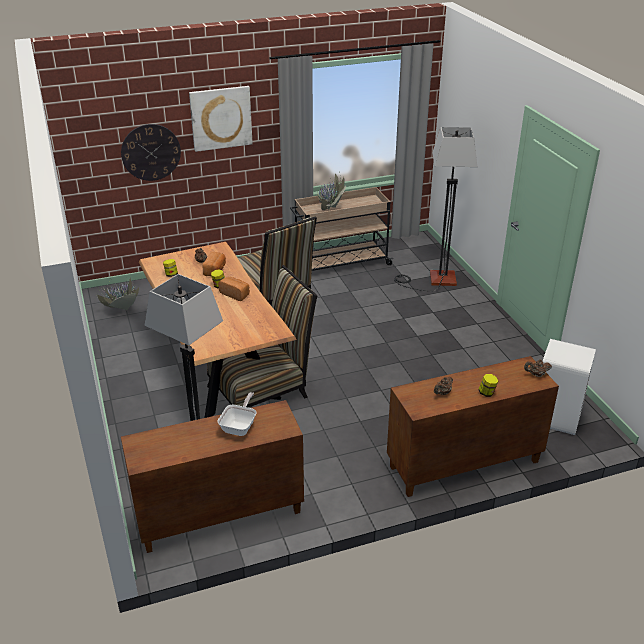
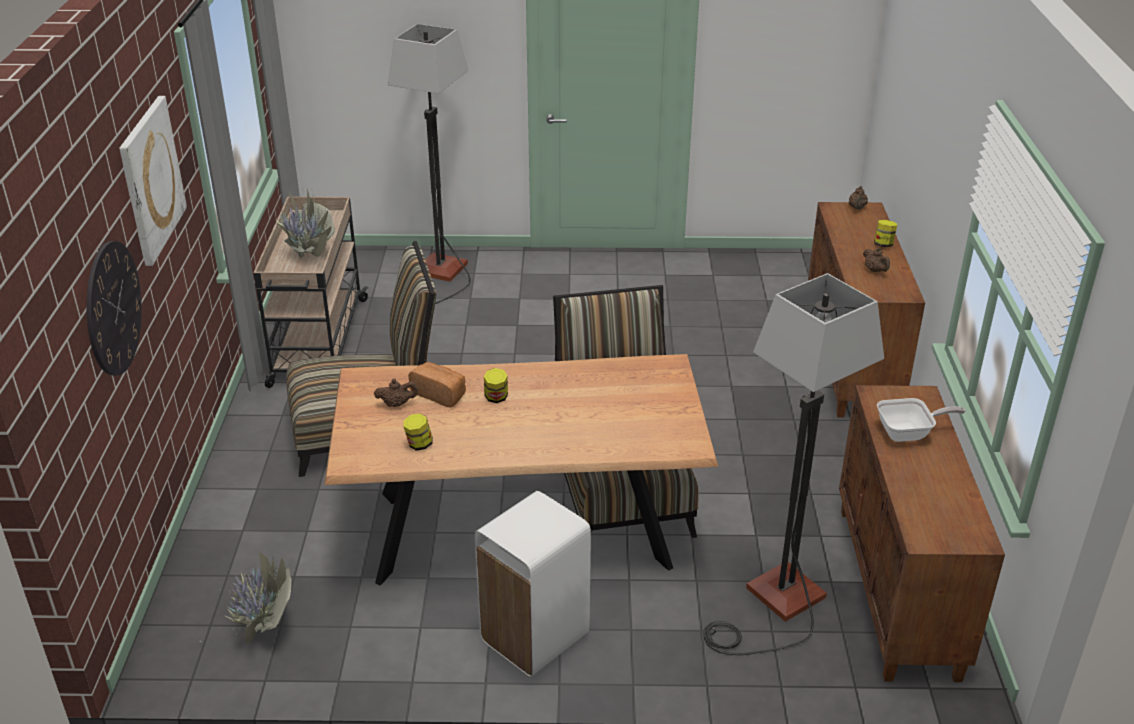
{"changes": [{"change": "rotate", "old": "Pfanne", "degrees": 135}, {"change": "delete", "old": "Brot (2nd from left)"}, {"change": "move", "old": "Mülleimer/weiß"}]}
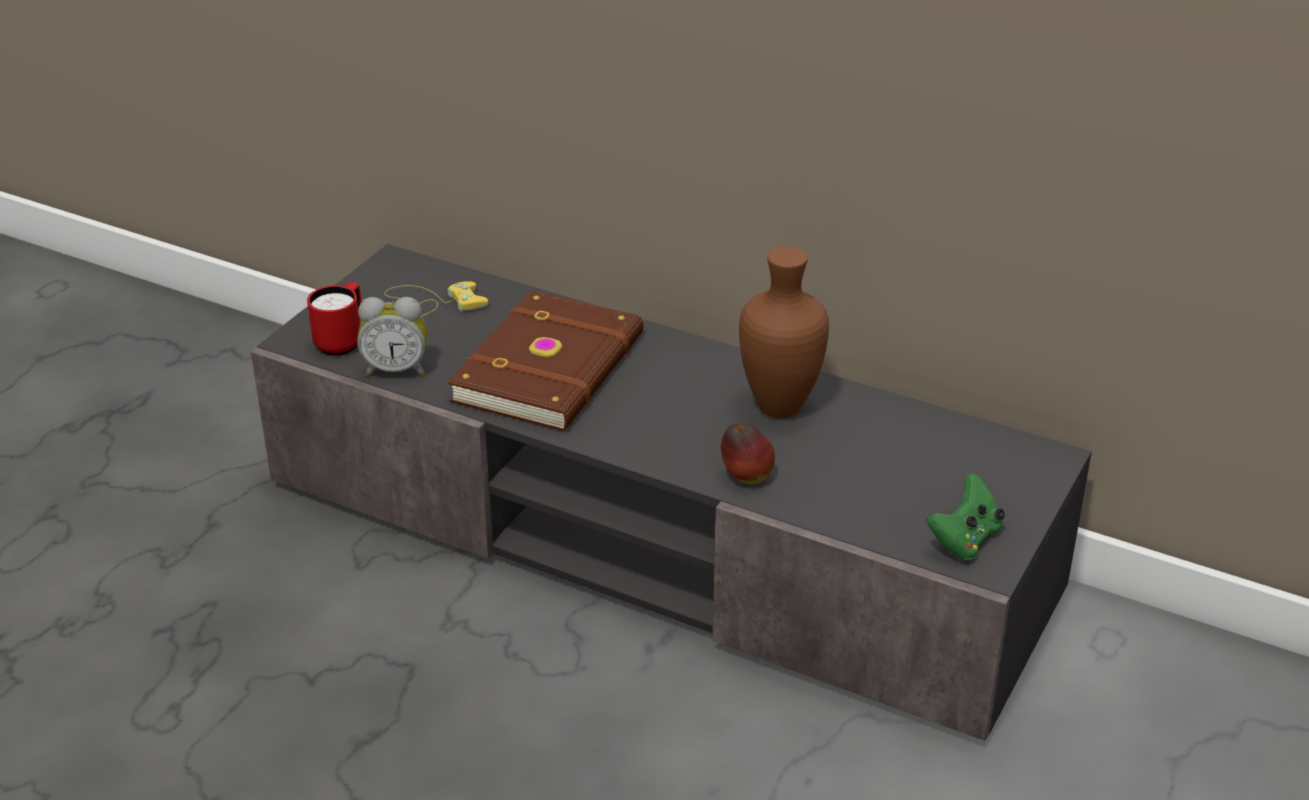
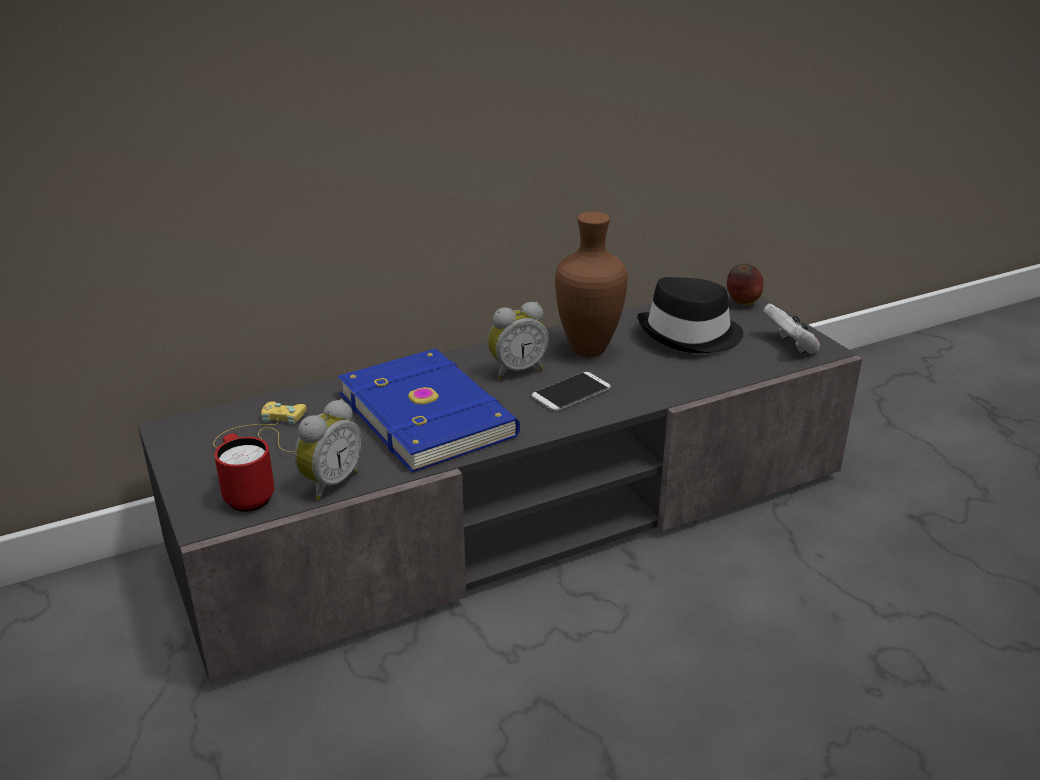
{"changes": [{"change": "recolor", "old": "Buch/braun", "new": "Buch/blau"}, {"change": "move", "old": "Apfel"}, {"change": "recolor", "old": "Gamepad/grün", "new": "Gamepad/weiß"}, {"change": "insert", "new": "Wecker (2nd from left)"}, {"change": "insert", "new": "Handy"}, {"change": "insert", "new": "Hut/schwarz"}]}
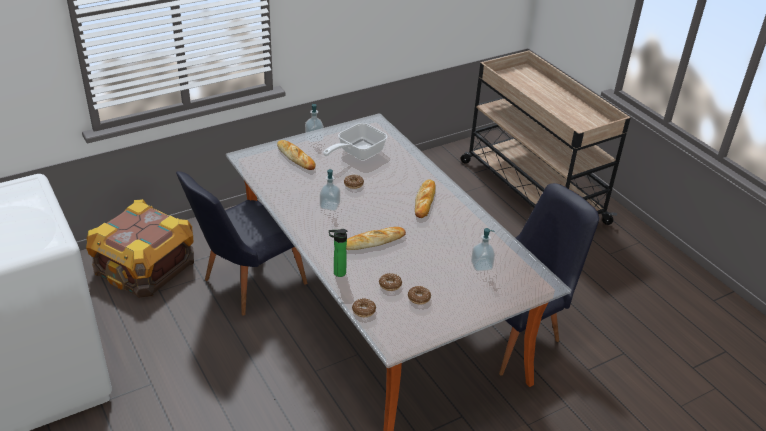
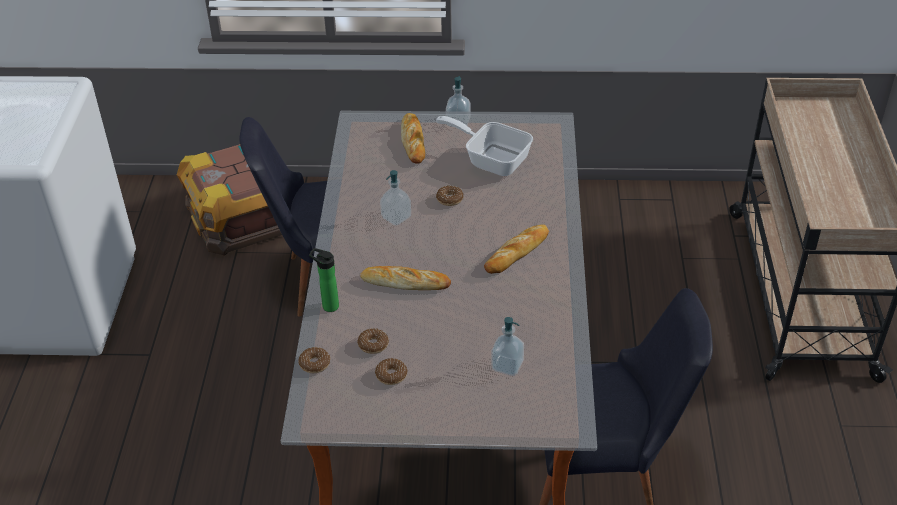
{"changes": [{"change": "rotate", "old": "Pfanne", "degrees": 45}]}
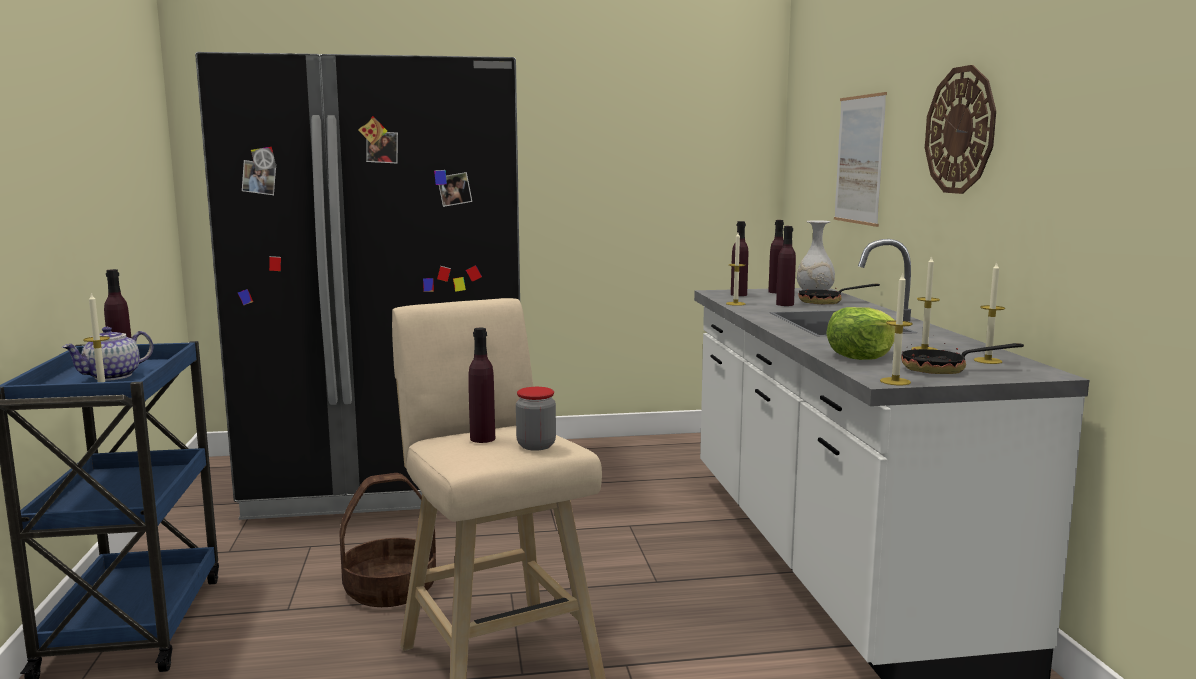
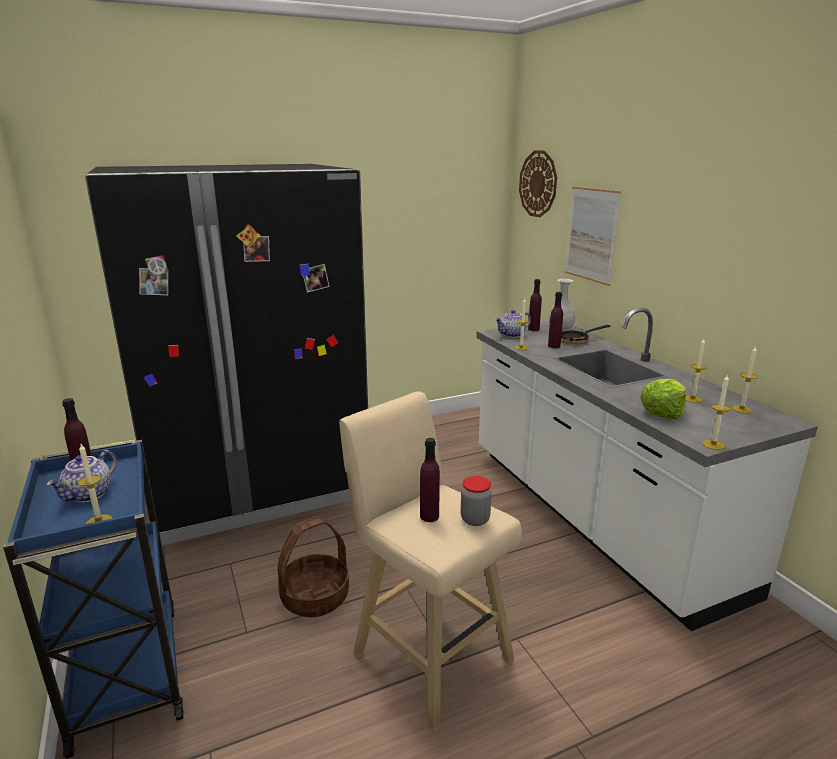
{"changes": [{"change": "replace", "old": "Flasche/lila (3rd from left)", "new": "Teekanne (2nd from left)"}, {"change": "delete", "old": "Pfanne (2nd from left)"}, {"change": "move", "old": "Wanduhr"}]}
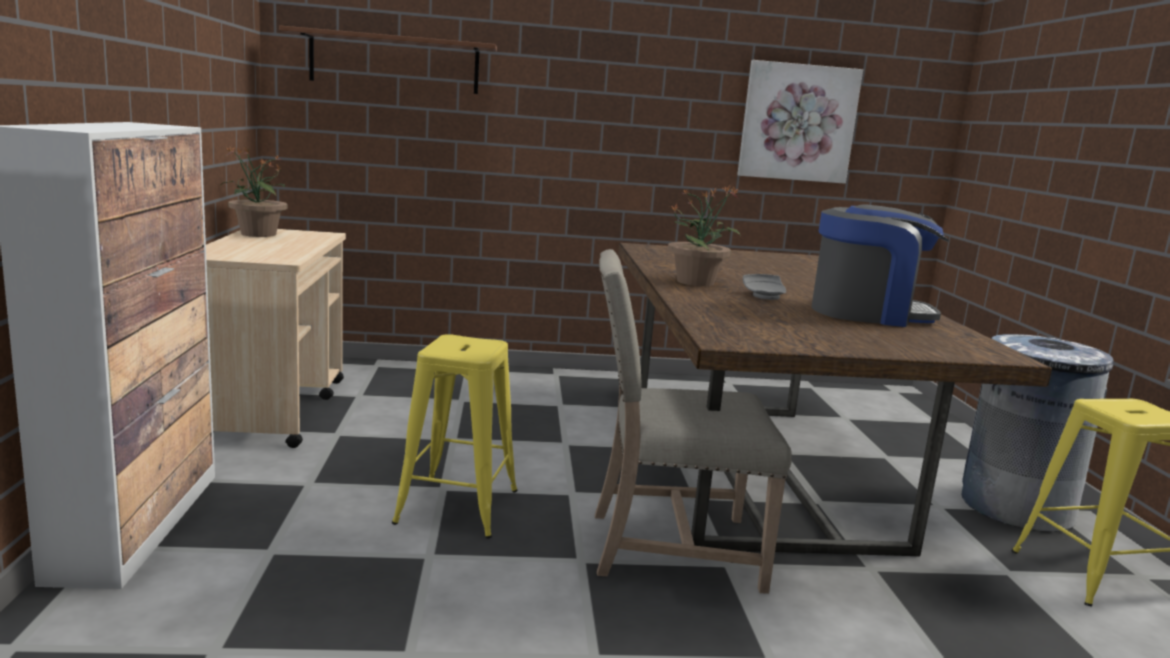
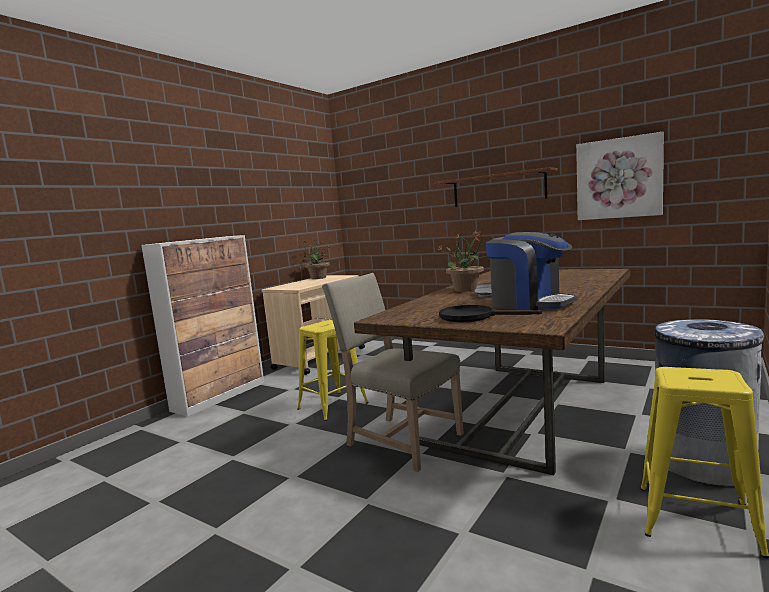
{"changes": [{"change": "move", "old": "Wandregal/braun"}, {"change": "insert", "new": "Pfanne/schwarz"}]}
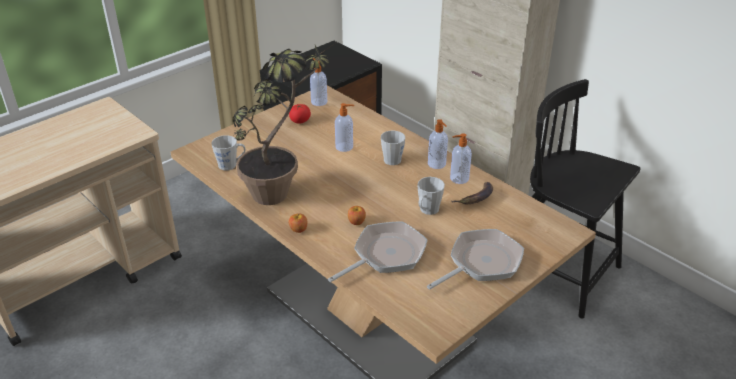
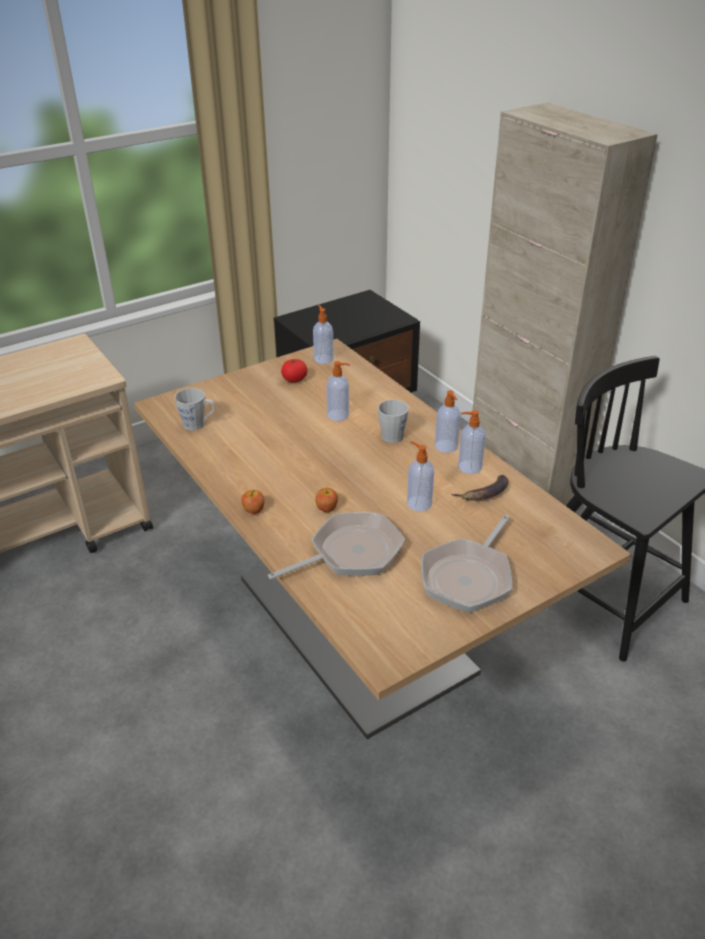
{"changes": [{"change": "delete", "old": "Topfpflanze"}, {"change": "replace", "old": "Henkelbecher/grau (3rd from left)", "new": "Seifenspender (3rd from left)"}, {"change": "rotate", "old": "Pfanne (2nd from left)", "degrees": 150}]}
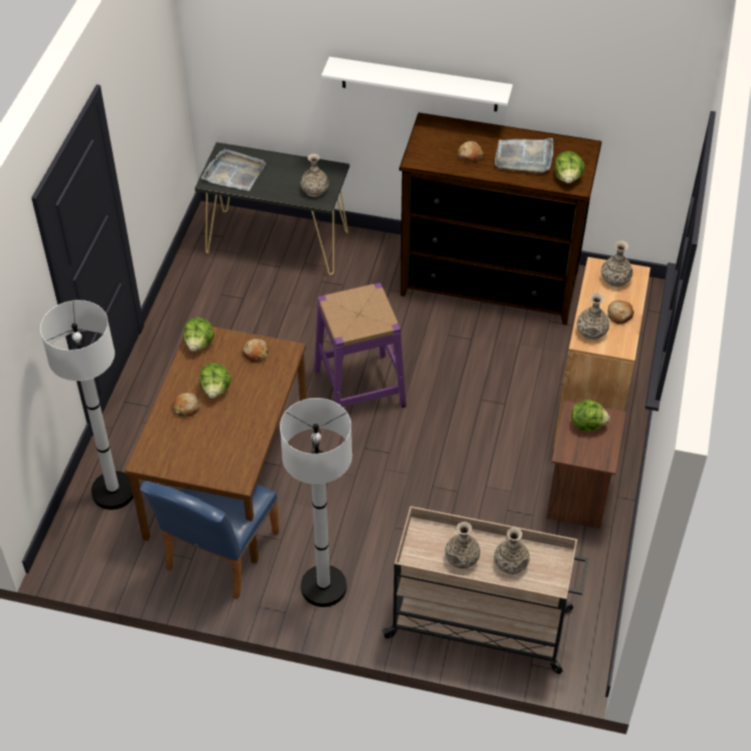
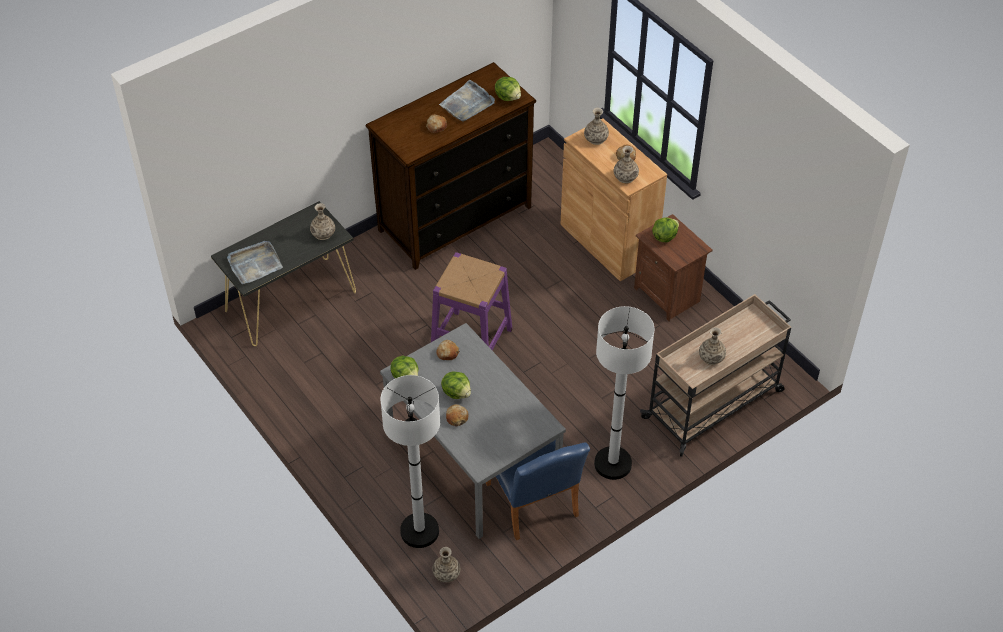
{"changes": [{"change": "recolor", "old": "Esstisch/braun", "new": "Esstisch/grau"}, {"change": "delete", "old": "Wandregal/weiß"}, {"change": "move", "old": "Vase (3rd from left in the first image)", "new": "Vase (2nd from left)"}]}
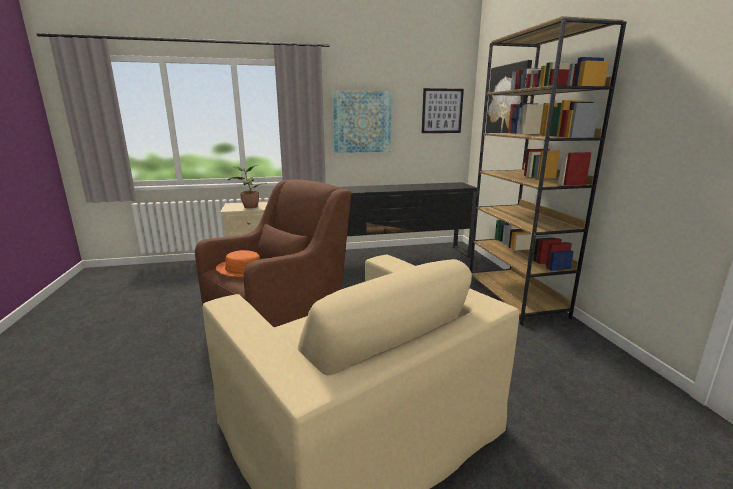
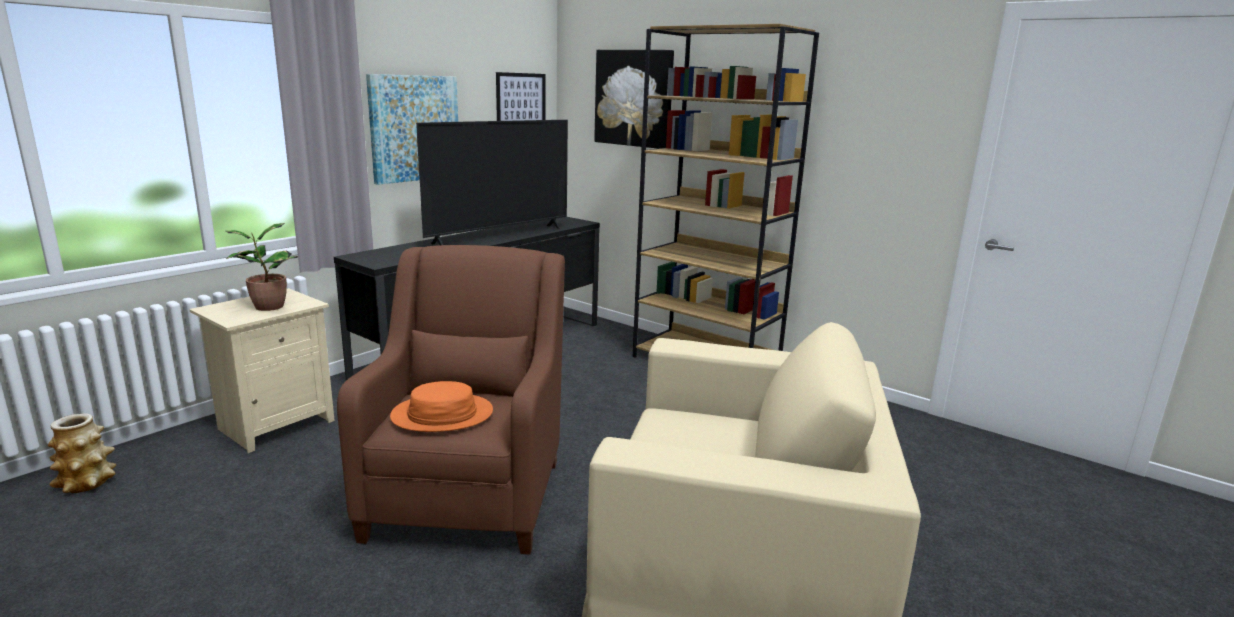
{"changes": [{"change": "insert", "new": "Vase"}, {"change": "insert", "new": "Fernseher"}]}
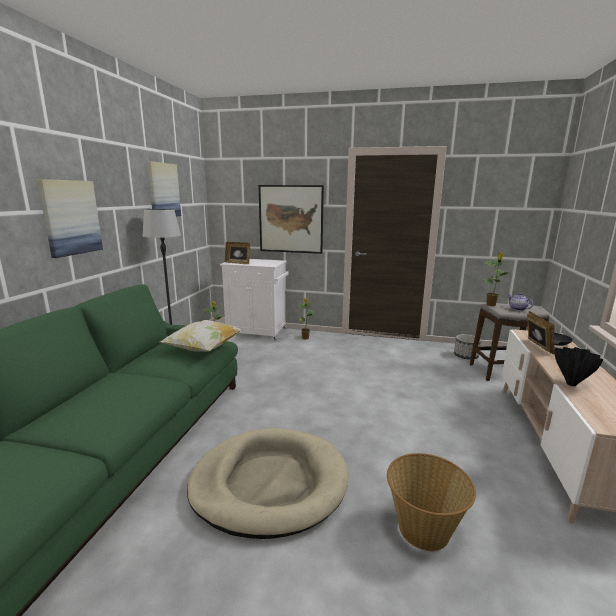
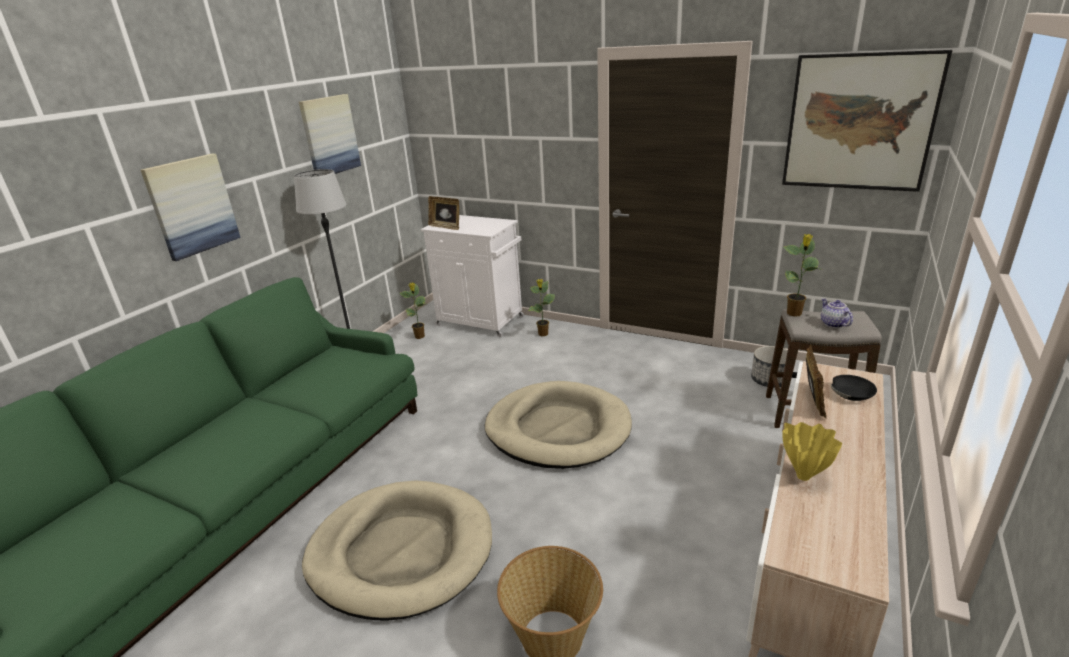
{"changes": [{"change": "delete", "old": "Kissen"}, {"change": "move", "old": "Bild (3rd from left)"}, {"change": "recolor", "old": "Vase/schwarz", "new": "Vase/gelb"}, {"change": "insert", "new": "Hundebett/beige (2nd from left)"}]}
